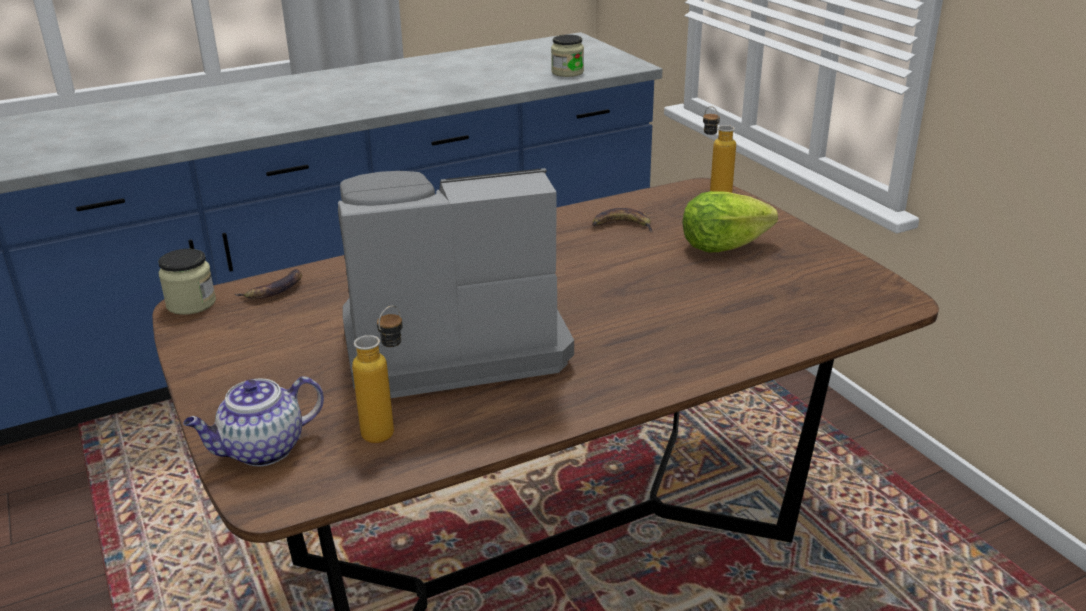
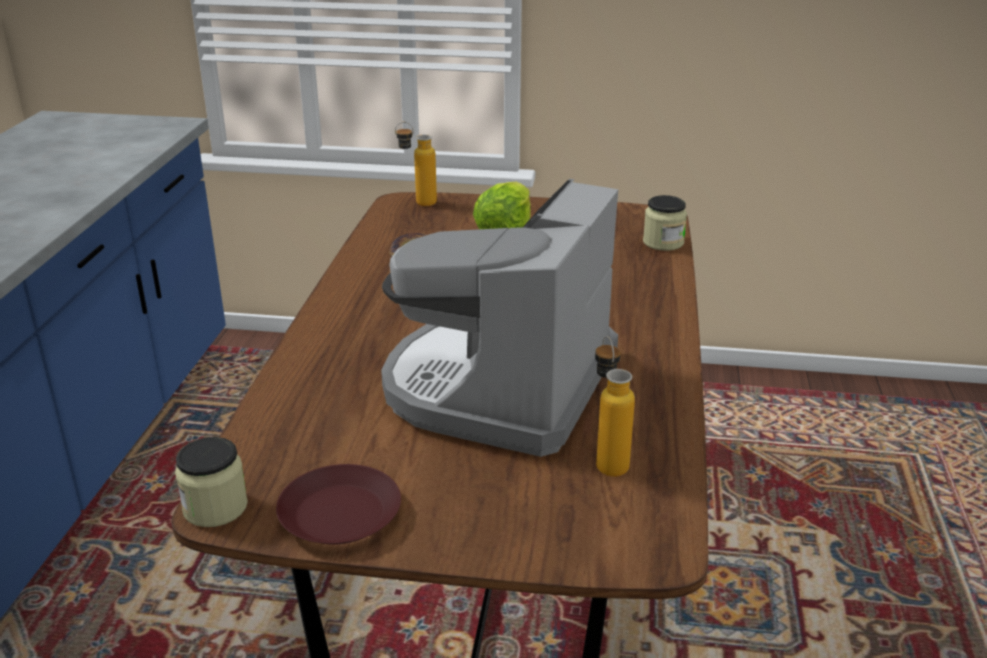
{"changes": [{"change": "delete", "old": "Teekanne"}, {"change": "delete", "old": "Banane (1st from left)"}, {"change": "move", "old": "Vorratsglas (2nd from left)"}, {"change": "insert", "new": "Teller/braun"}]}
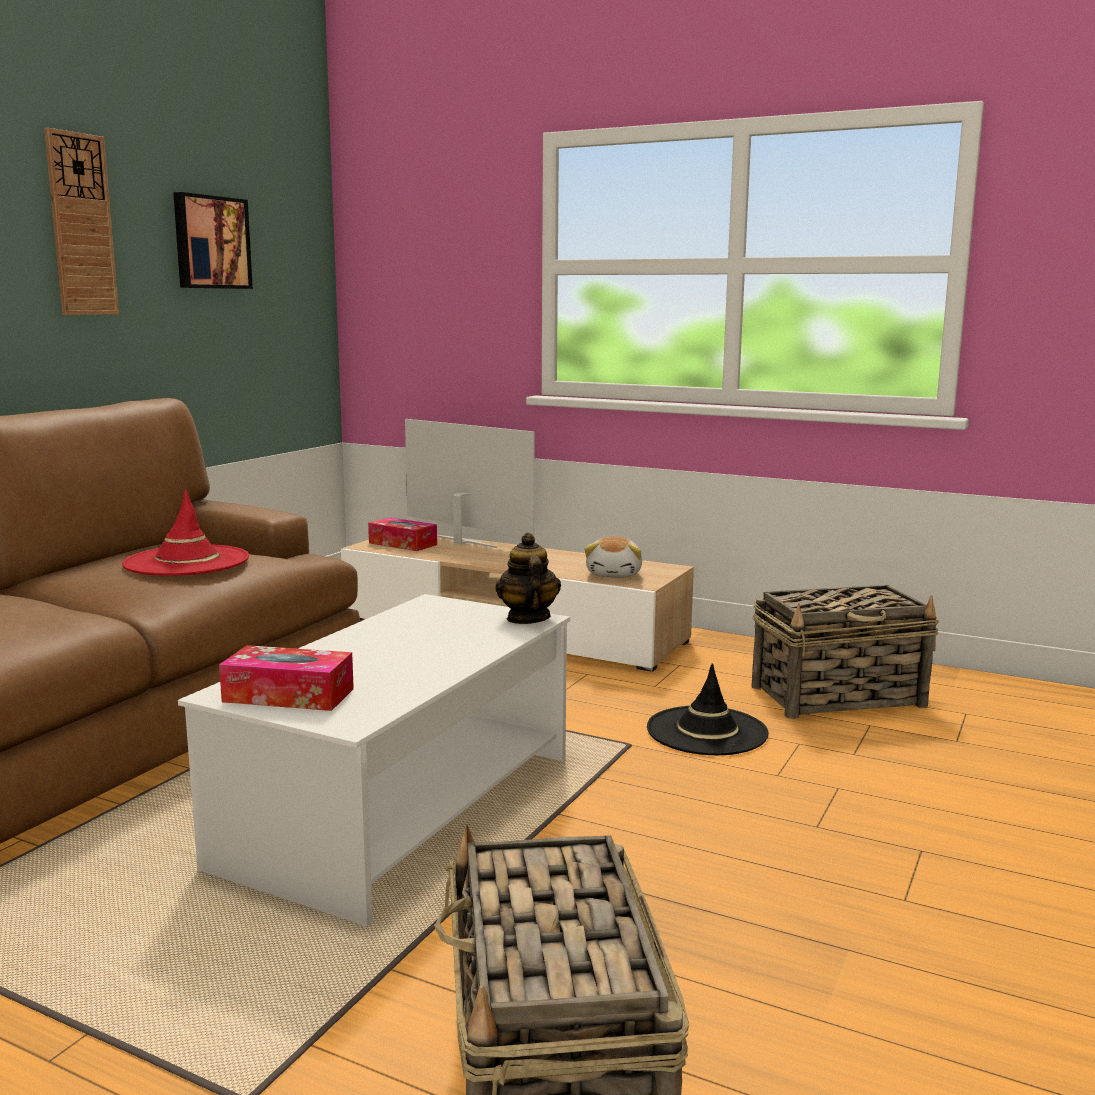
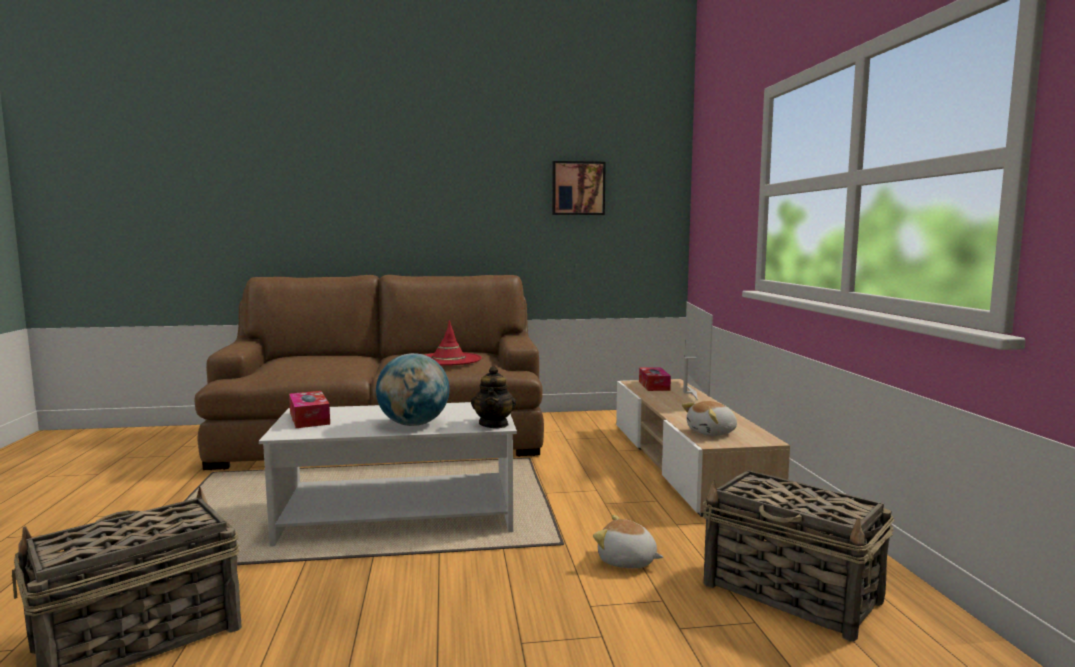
{"changes": [{"change": "delete", "old": "Wanduhr"}, {"change": "rotate", "old": "Teekanne", "degrees": 135}, {"change": "replace", "old": "Hut/schwarz", "new": "Plüschtier (1st from left)"}, {"change": "insert", "new": "Globus"}]}
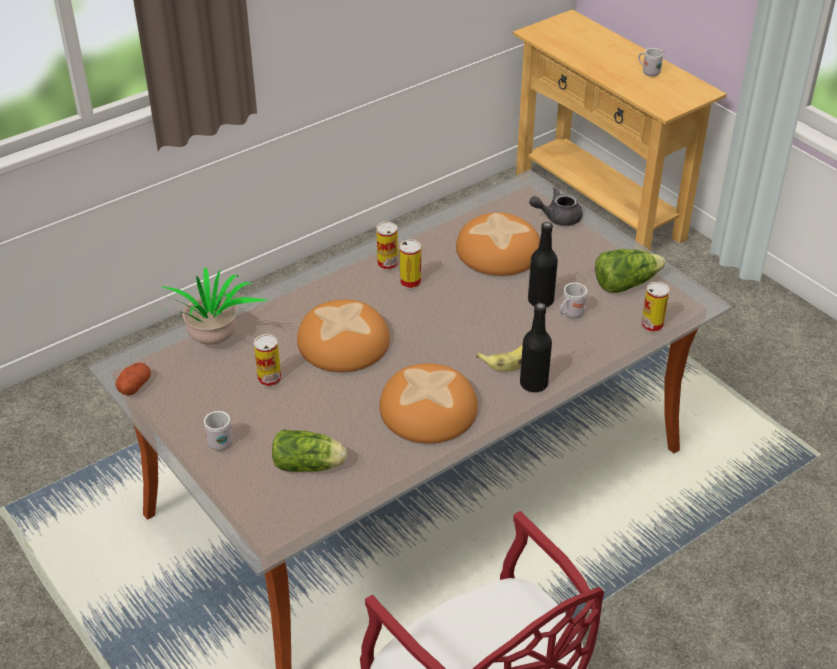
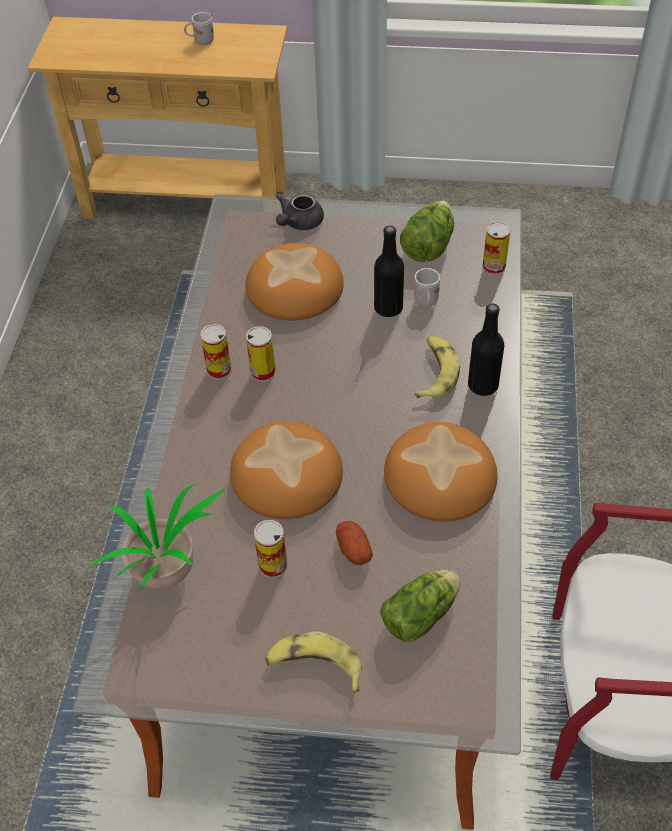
{"changes": [{"change": "move", "old": "Kartoffel"}, {"change": "replace", "old": "Henkelbecher/weiß (1st from left)", "new": "Banane (1st from left)"}]}
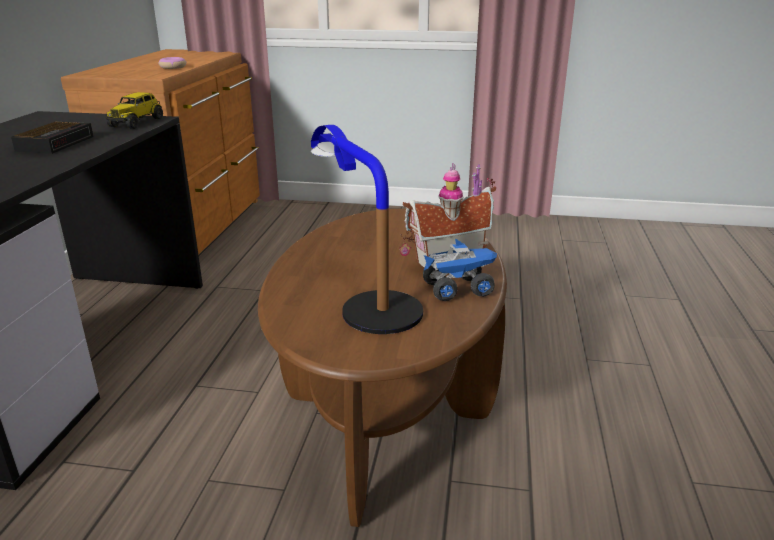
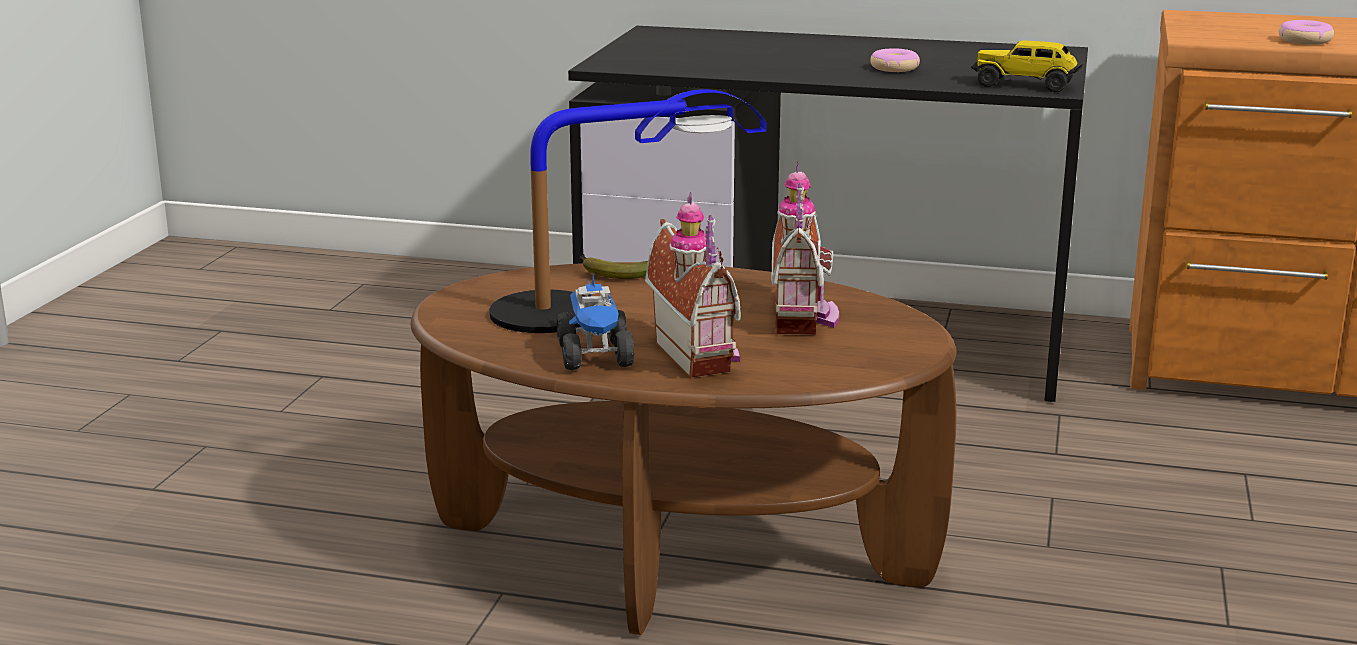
{"changes": [{"change": "replace", "old": "Wecker", "new": "Donut (1st from left)"}, {"change": "insert", "new": "Banane"}, {"change": "insert", "new": "Spielzeughaus (2nd from left)"}]}
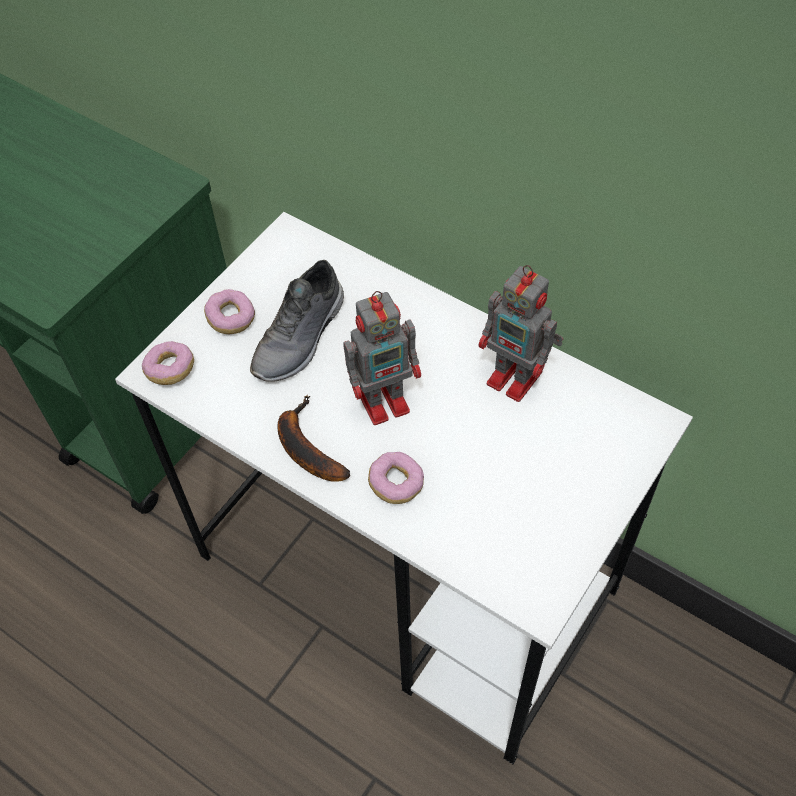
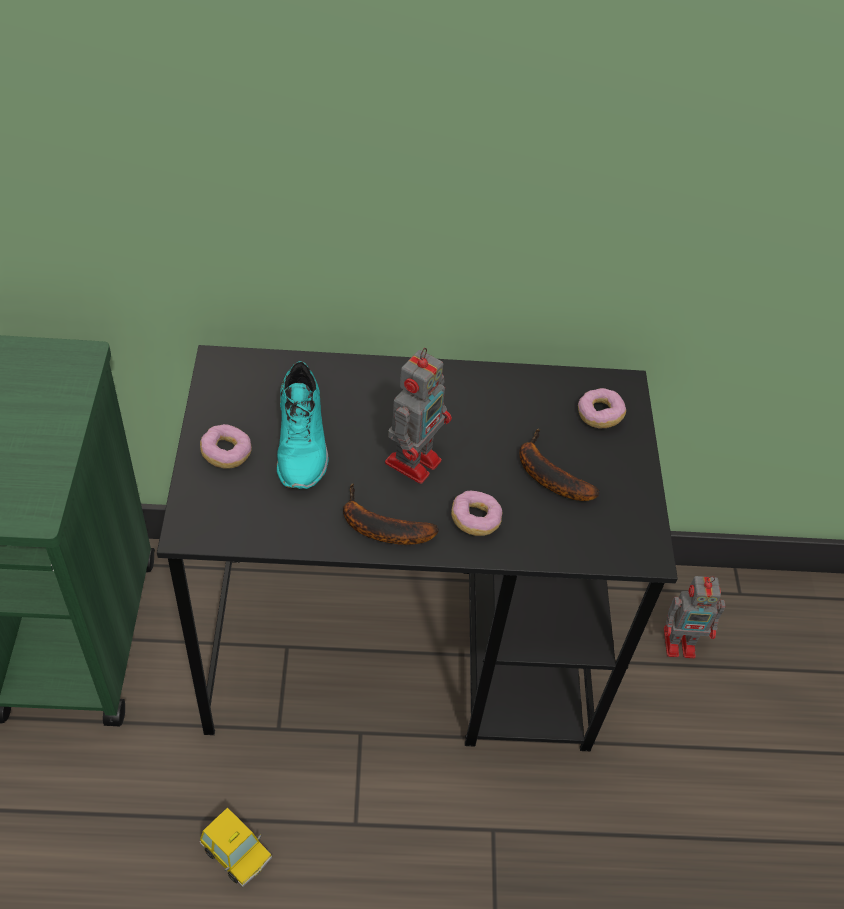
{"changes": [{"change": "recolor", "old": "Schreibtisch/weiß", "new": "Schreibtisch/schwarz"}, {"change": "move", "old": "Donut (1st from left in the first image)", "new": "Donut (3rd from left)"}, {"change": "recolor", "old": "Schuh/grau", "new": "Schuh/türkis"}, {"change": "move", "old": "Spielzeugroboter (2nd from left)"}, {"change": "insert", "new": "Spielzeugauto"}, {"change": "insert", "new": "Banane (2nd from left)"}]}
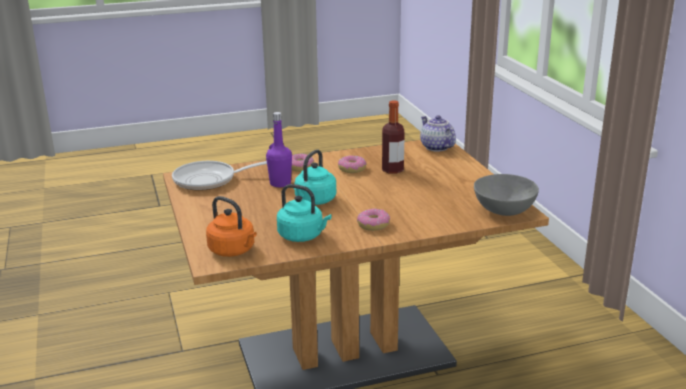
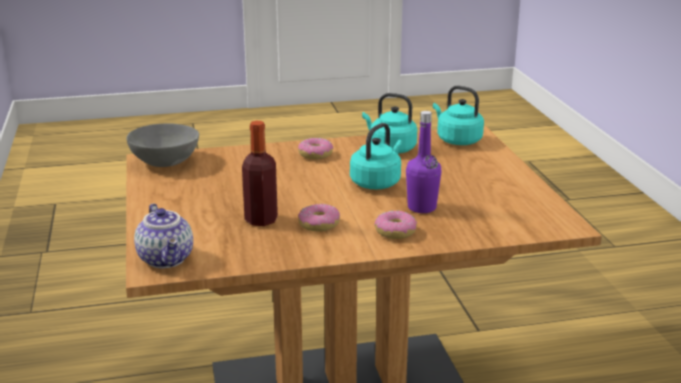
{"changes": [{"change": "delete", "old": "Pfanne"}, {"change": "recolor", "old": "Wasserkessel/orange", "new": "Wasserkessel/türkis (3rd from left)"}]}
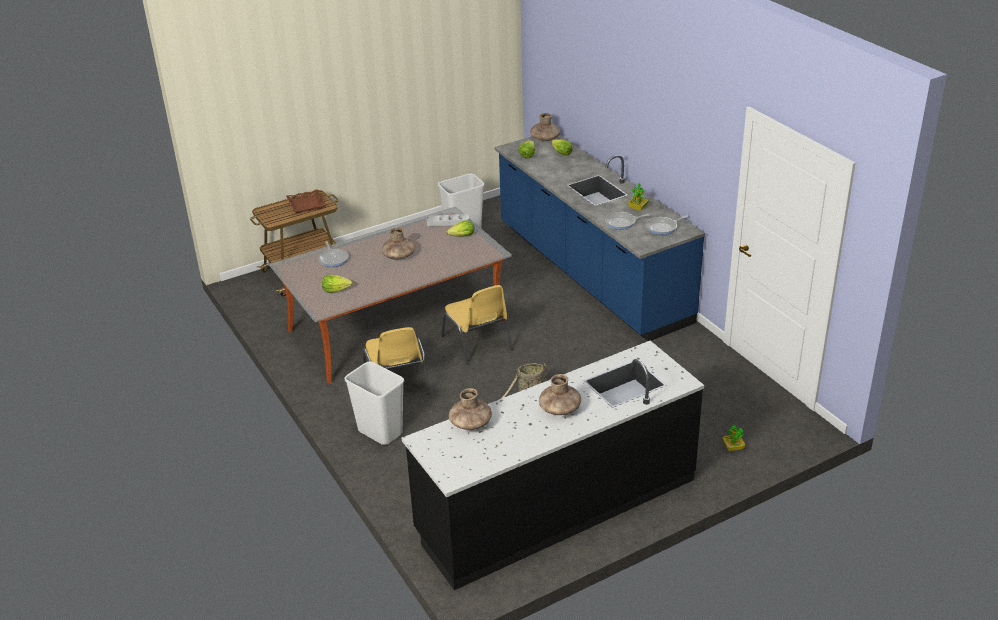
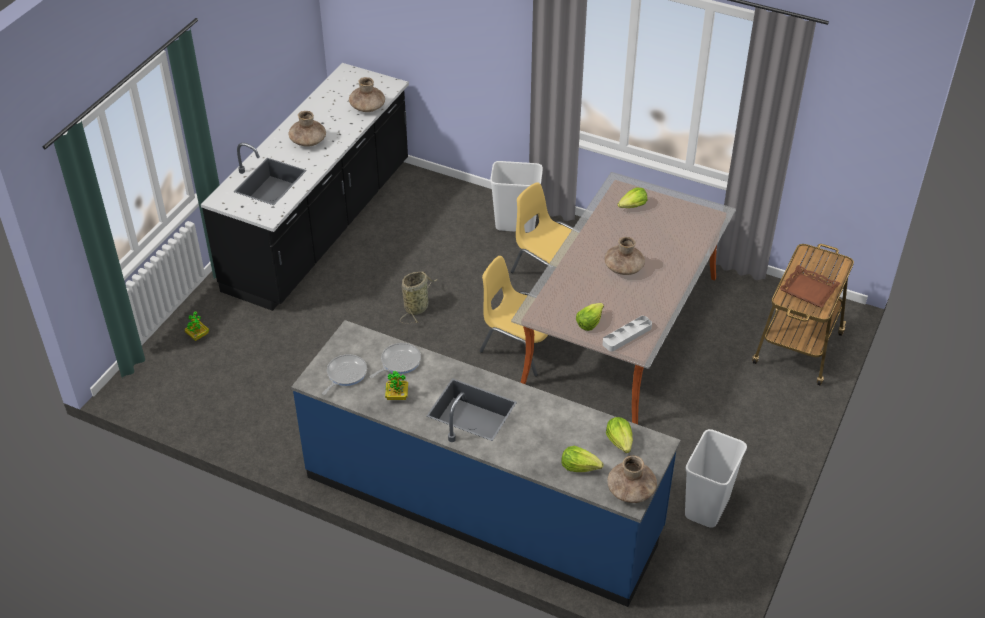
{"changes": [{"change": "delete", "old": "Pfanne (1st from left)"}]}
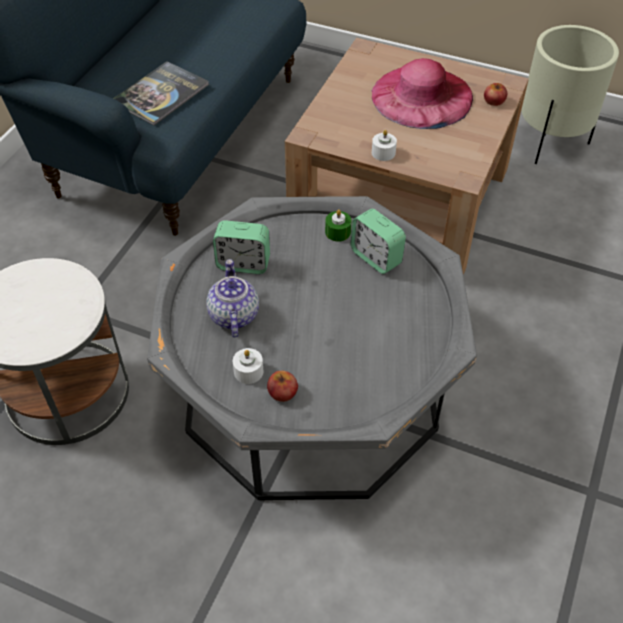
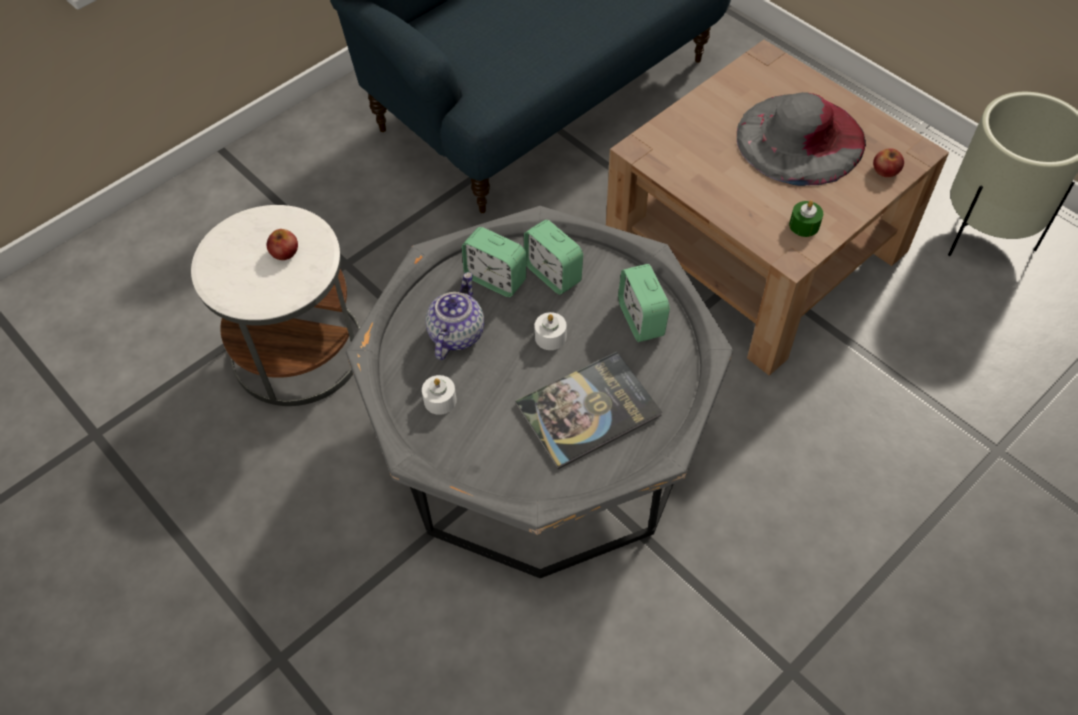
{"changes": [{"change": "move", "old": "Buch"}, {"change": "move", "old": "Apfel (1st from left)"}, {"change": "move", "old": "Kerze/grün"}, {"change": "recolor", "old": "Hut/rosa", "new": "Hut/grau"}, {"change": "move", "old": "Kerze/weiß (2nd from left)"}, {"change": "insert", "new": "Wecker (2nd from left)"}]}
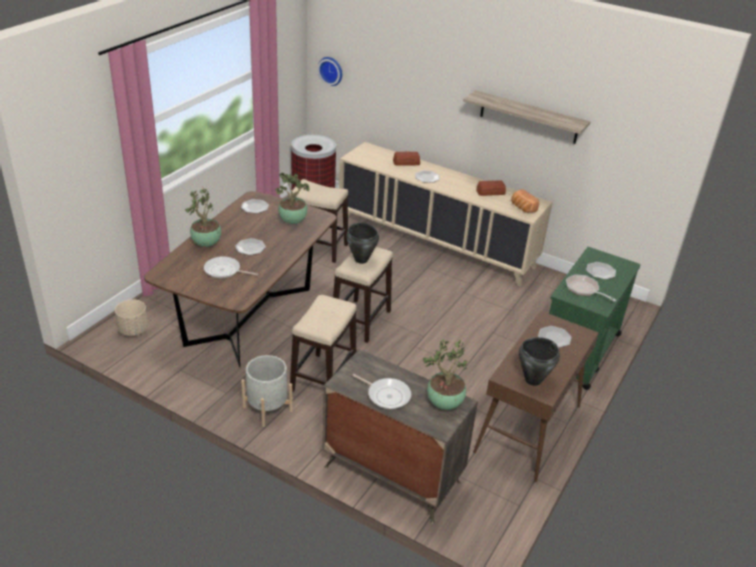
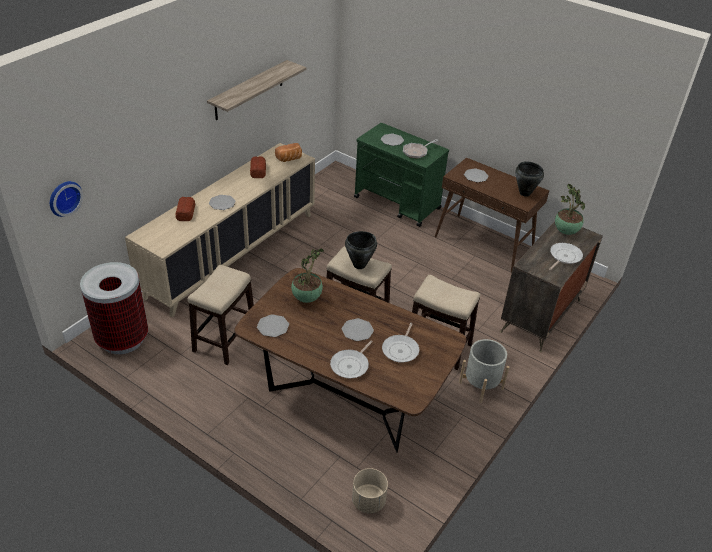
{"changes": [{"change": "replace", "old": "Topfpflanze (1st from left)", "new": "Pfanne (1st from left)"}]}
